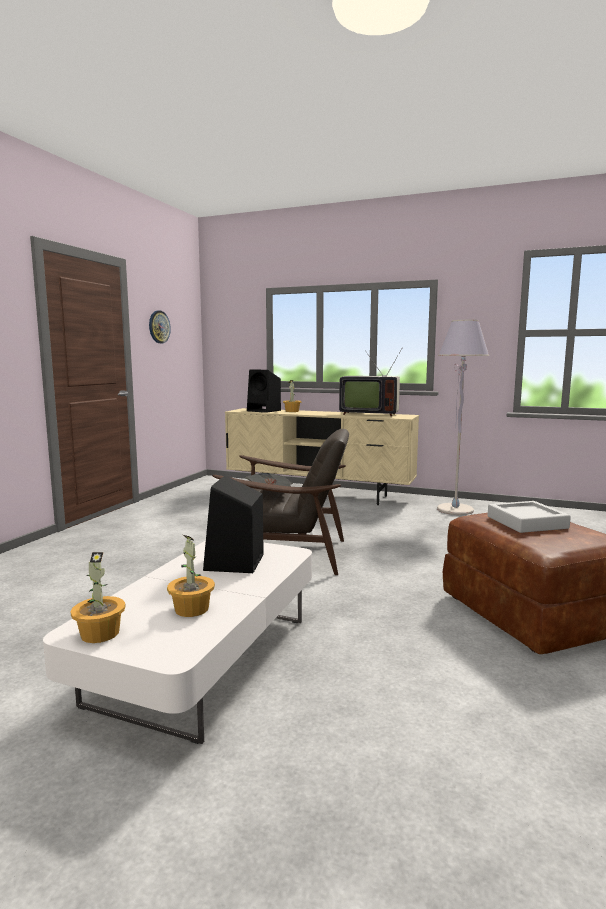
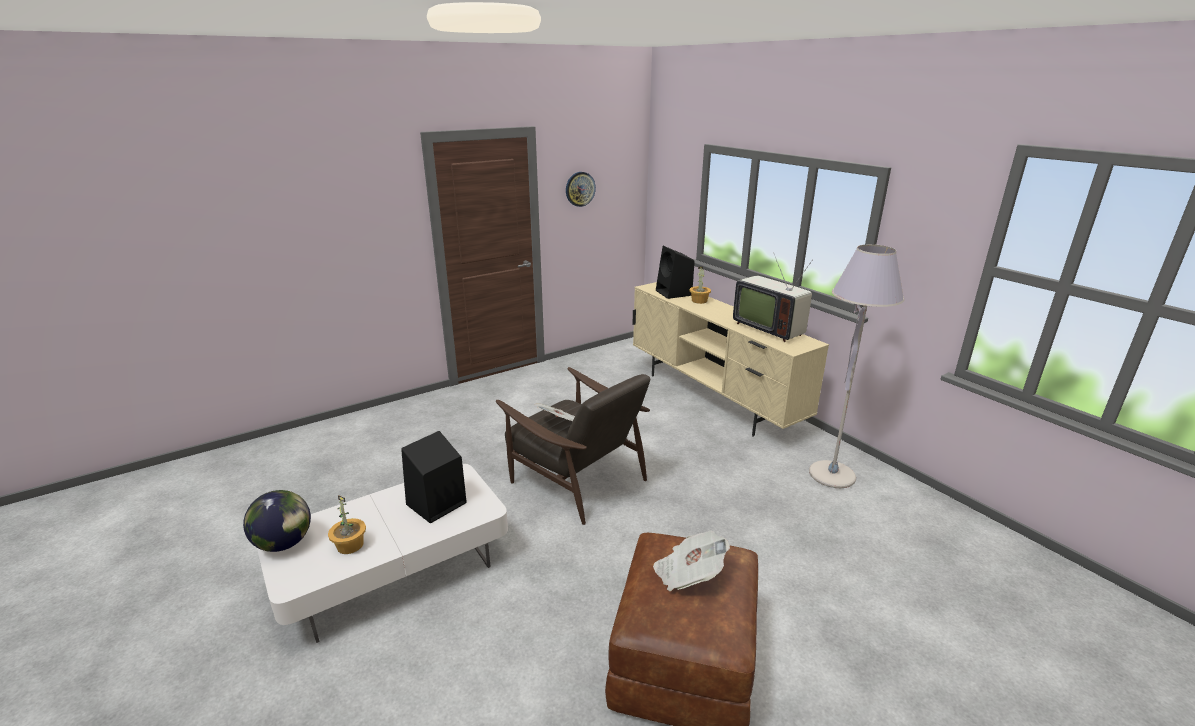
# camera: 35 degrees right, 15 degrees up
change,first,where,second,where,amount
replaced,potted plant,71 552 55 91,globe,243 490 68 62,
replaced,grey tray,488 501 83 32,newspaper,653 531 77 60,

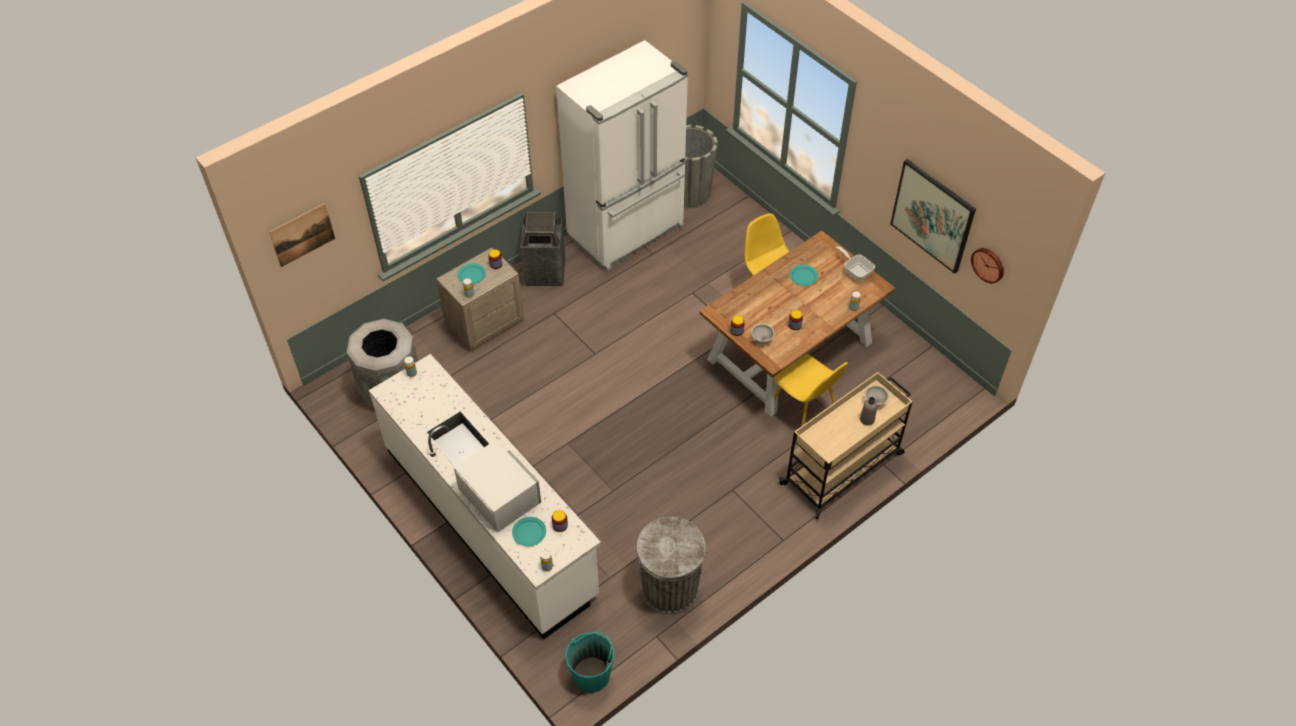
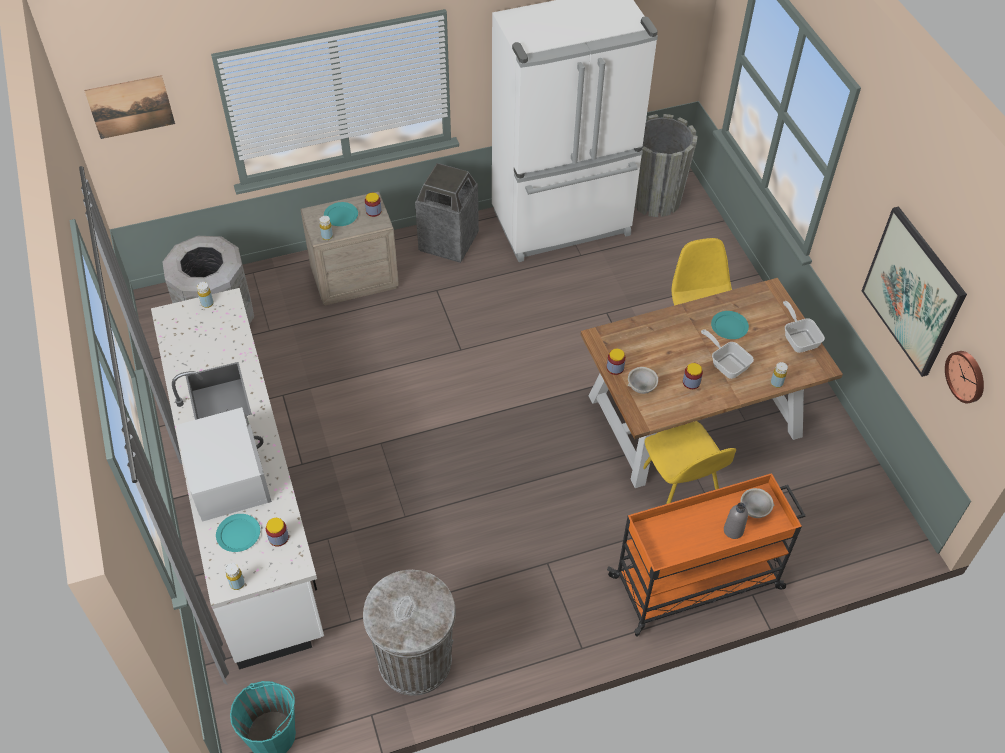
# camera: 20 degrees right, 0 degrees up
change,first,where,second,where,amount
added,,,frying pan,701 329 53 50,
recoloured,beige cart,779 372 134 147,orange cart,607 473 199 164,

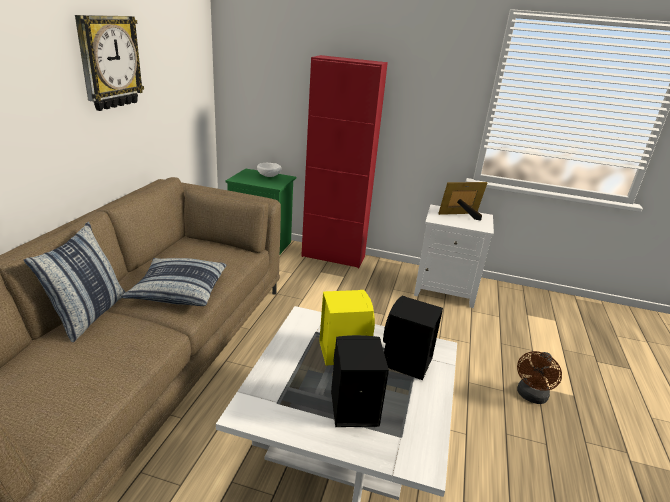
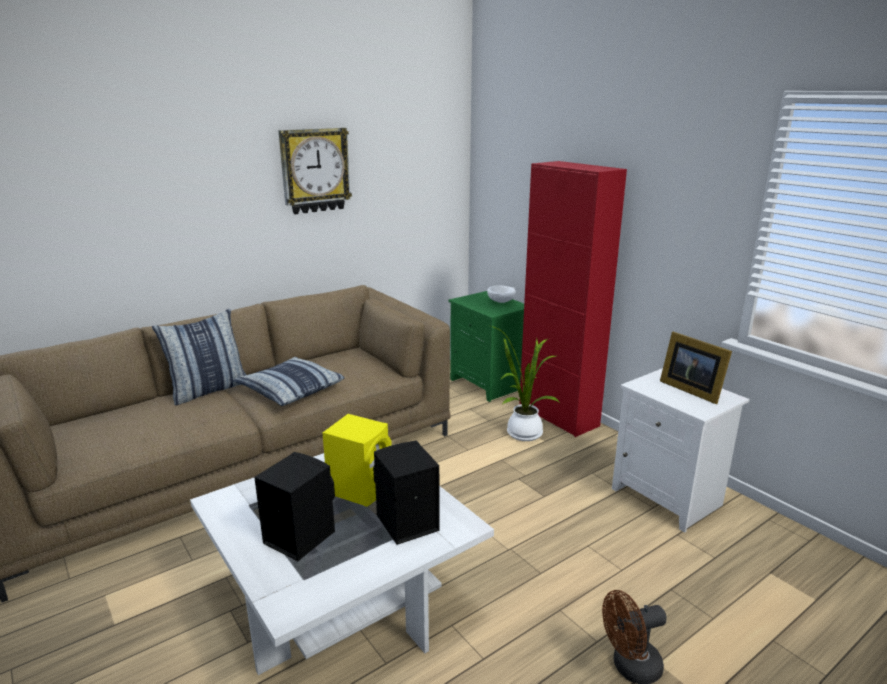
# camera: 40 degrees right, 5 degrees down
change,first,where,second,where,amount
added,,,potted plant,491 326 69 115,
turned,picture frame,438 182 49 38,,660 332 72 72,150 degrees counterclockwise

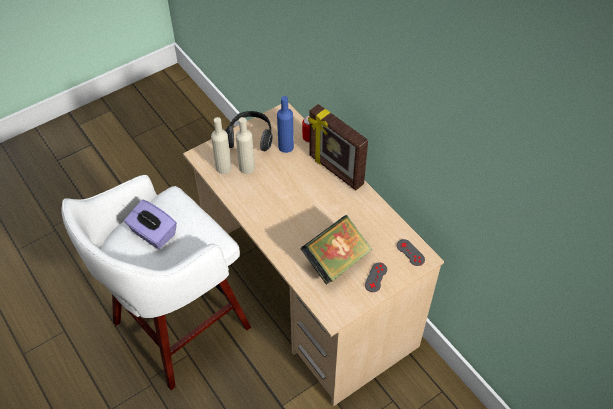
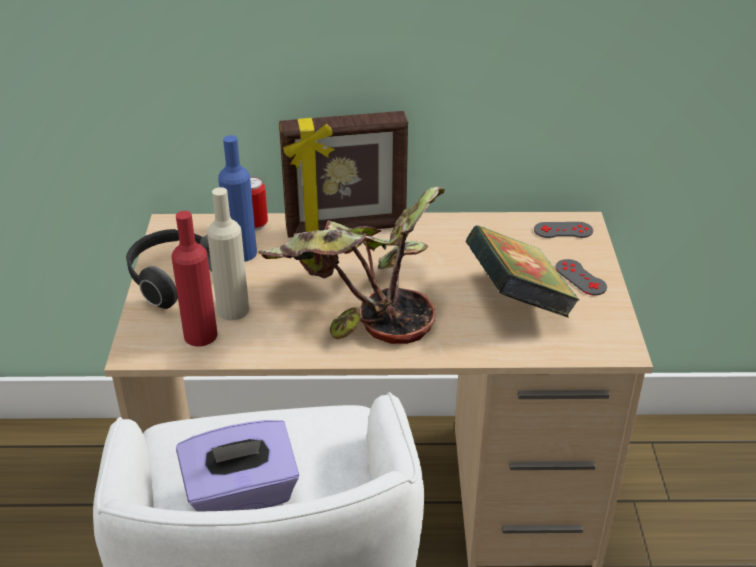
# camera: 55 degrees left, 15 degrees down
change,first,where,second,where,amount
added,,,potted plant,258 187 187 157,
recoloured,beige bottle,211 117 21 57,red bottle,171 211 46 135,

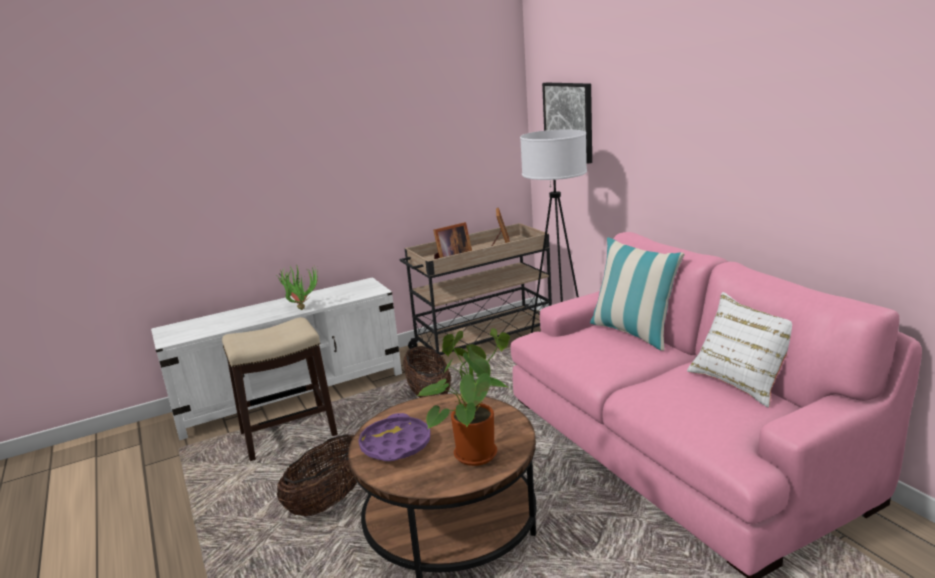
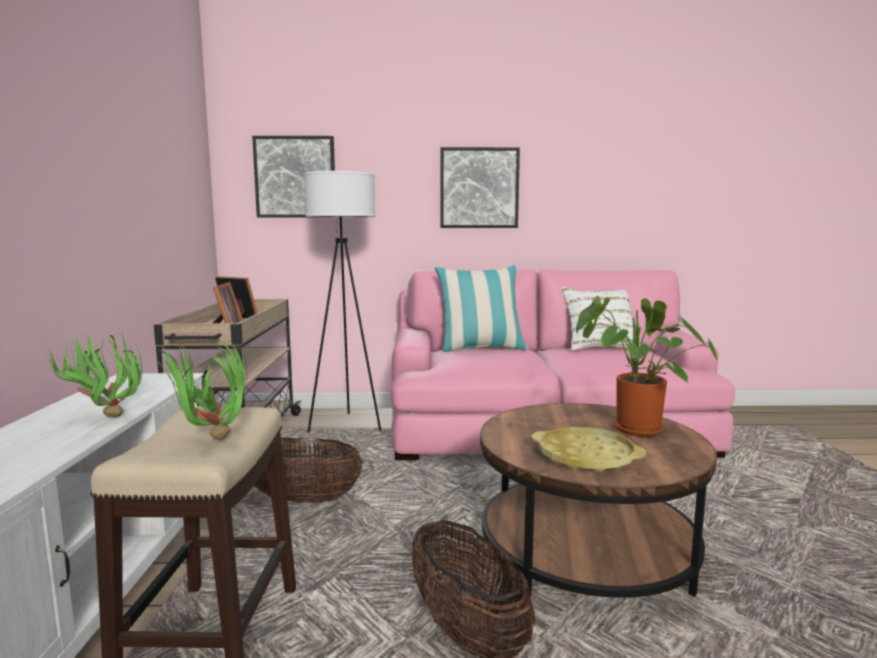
# camera: 65 degrees left, 10 degrees down
change,first,where,second,where,amount
added,,,potted plant,153 340 94 99,
added,,,picture,440 147 80 81,
recoloured,purple tray,359 413 72 48,yellow tray,531 427 115 45,

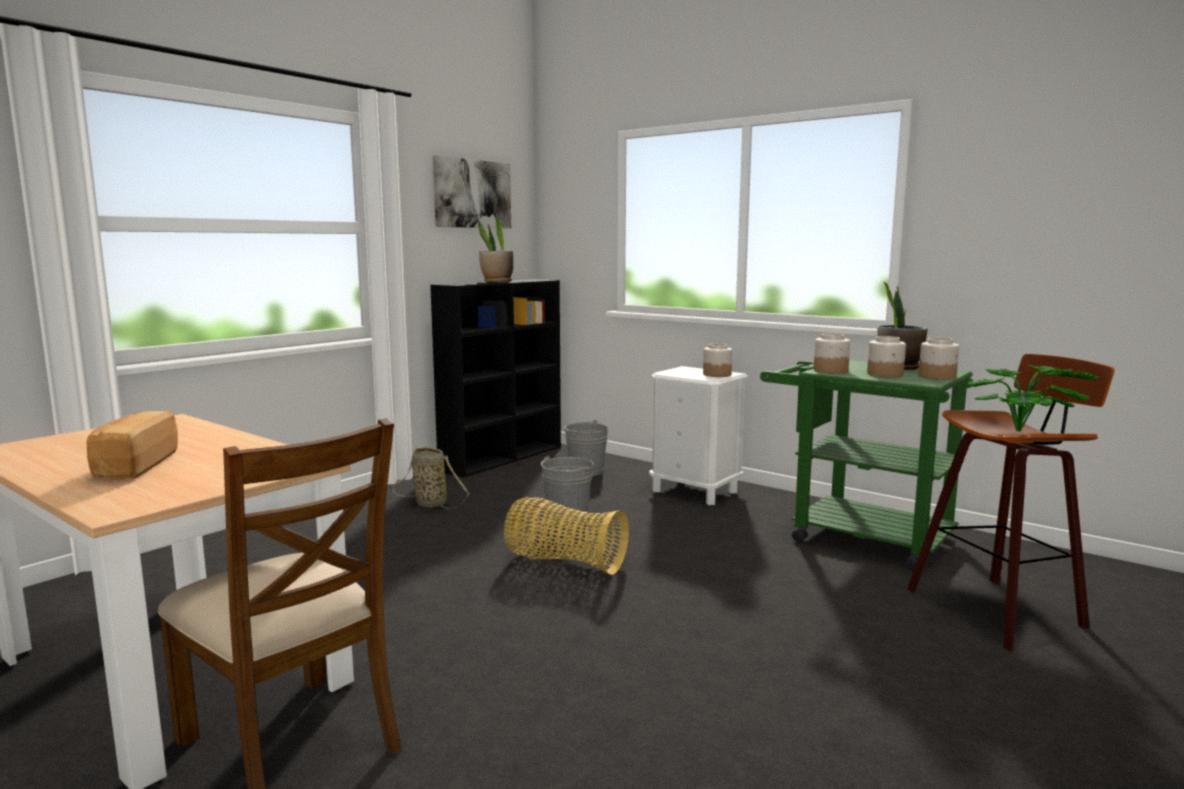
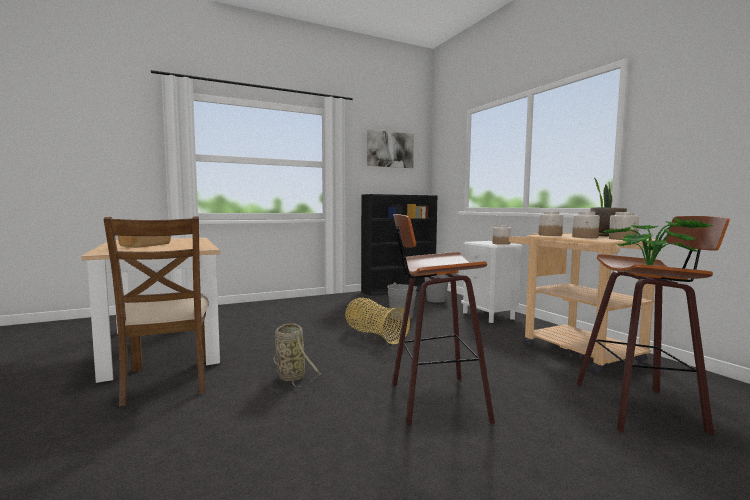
# camera: 25 degrees right, 5 degrees down
change,first,where,second,where,amount
removed,potted plant,478 216 36 66,,,
added,,,stool,392 214 103 211,
moved,basket,393 447 76 62,,274 323 47 64,
recoloured,green cart,760 360 213 210,beige cart,509 233 150 141,

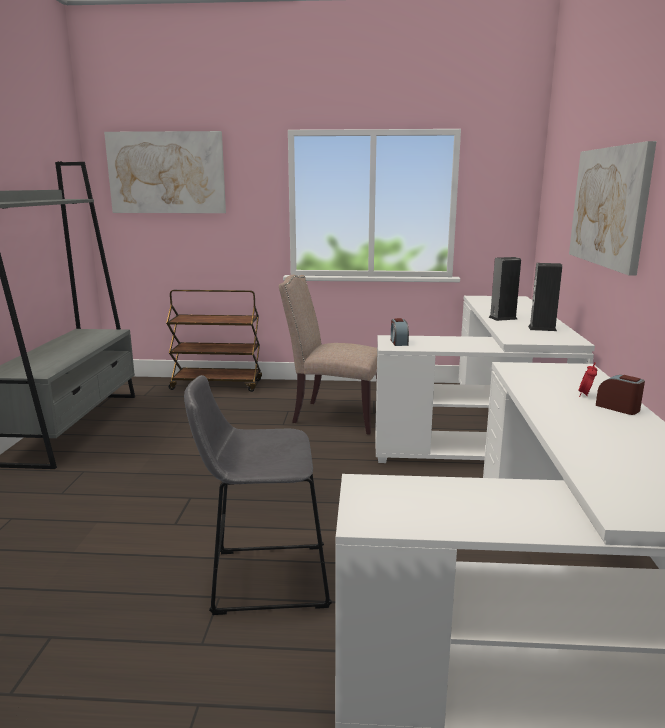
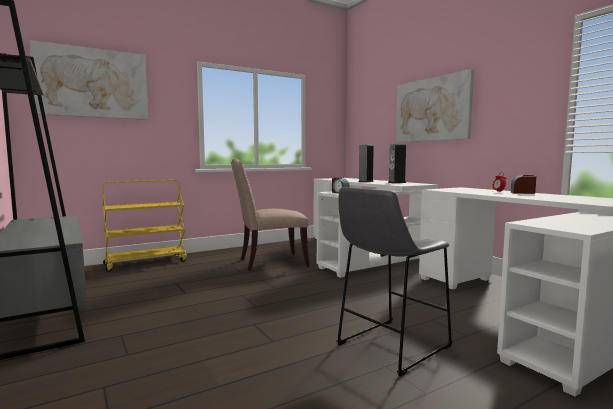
# camera: 35 degrees left, 10 degrees down
change,first,where,second,where,amount
recoloured,brown cart,166 290 96 102,yellow cart,102 180 85 92,

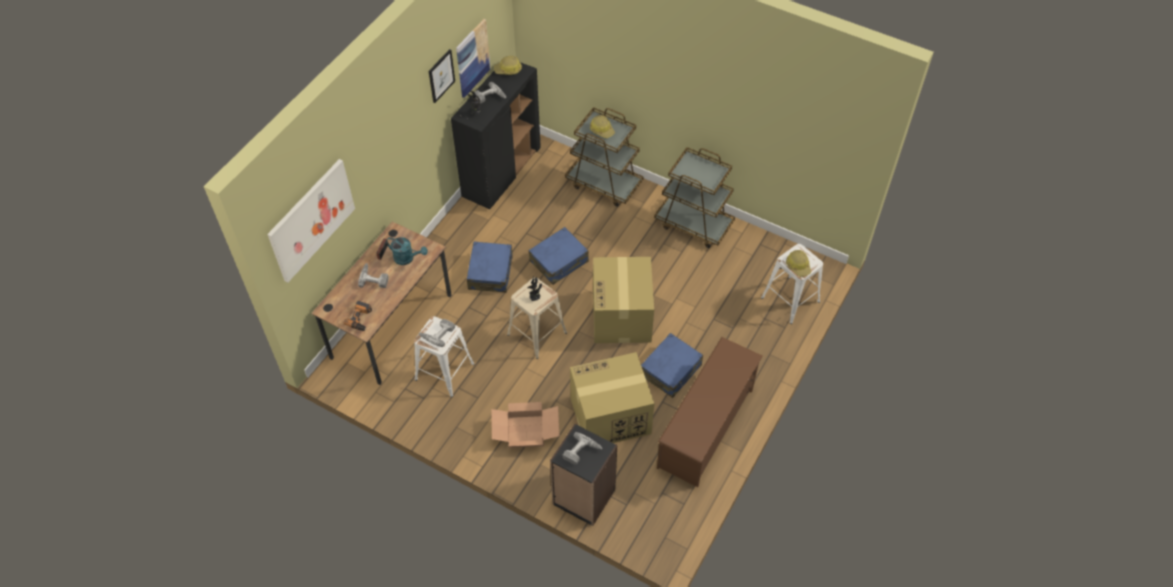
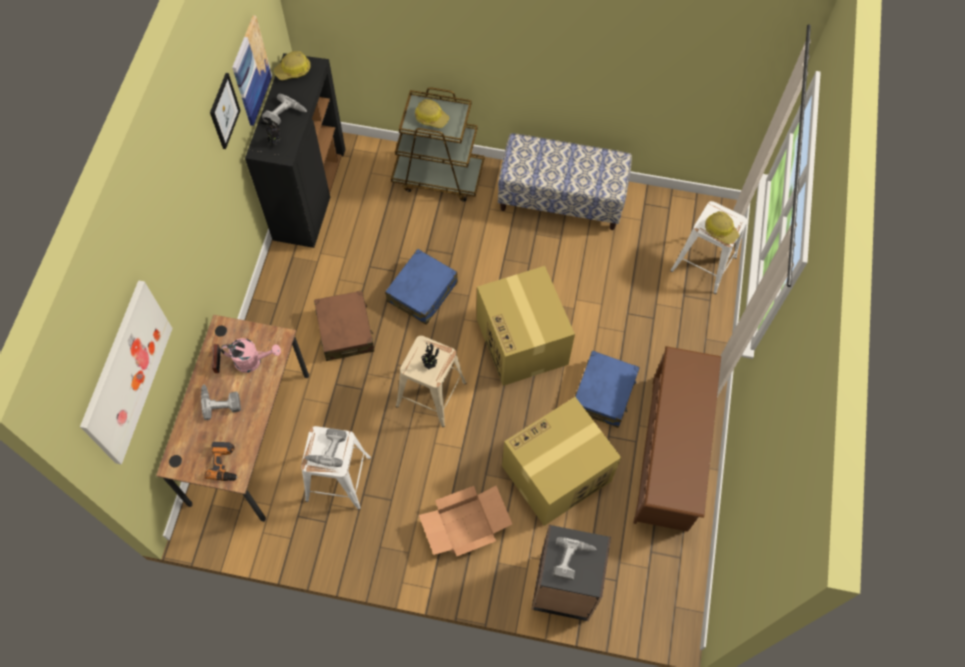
# camera: 20 degrees left, 10 degrees up
change,first,where,second,where,amount
replaced,brown cart,654 147 81 101,bench,498 133 134 97,
recoloured,turquoise watering can,386 237 42 28,pink watering can,221 338 60 35,
recoloured,blue suitcase,467 242 46 51,brown suitcase,314 290 60 71,

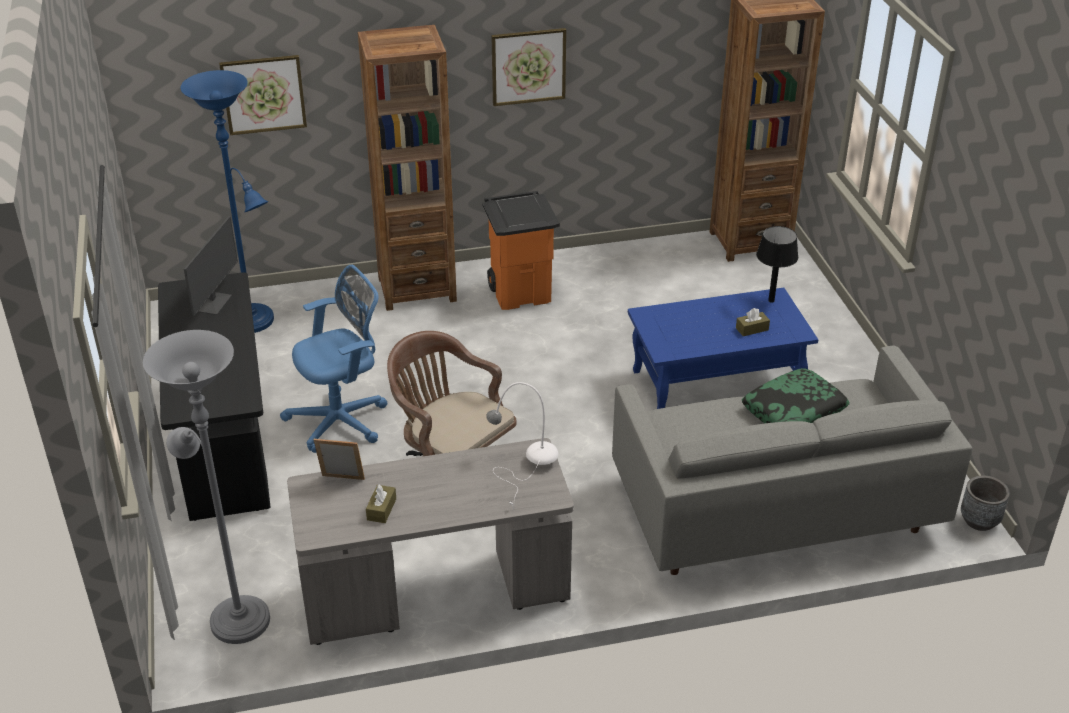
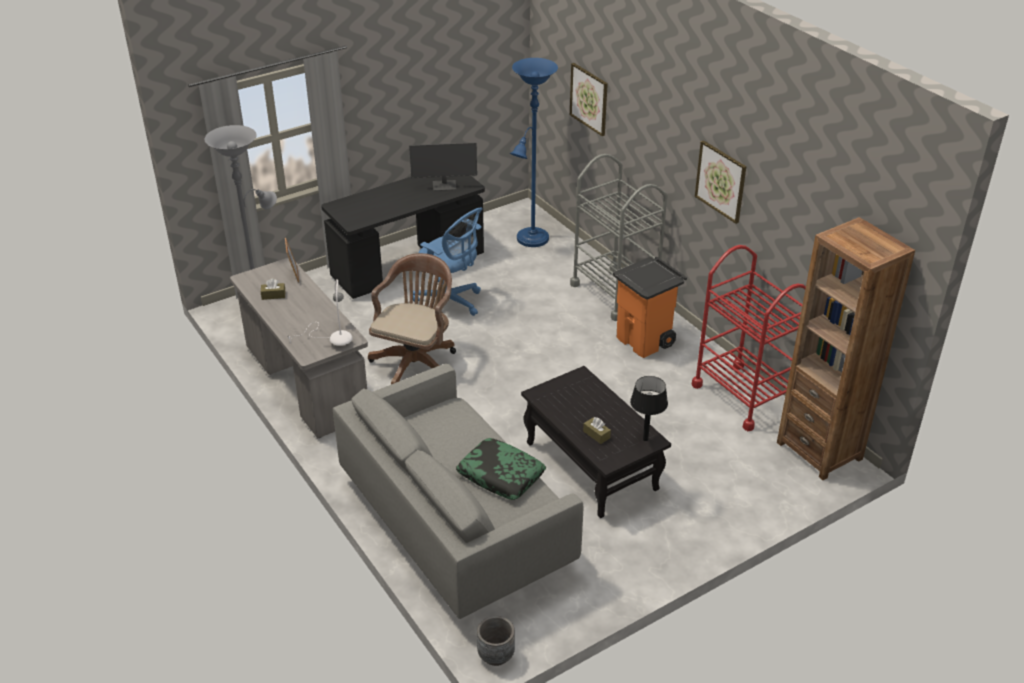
# camera: 70 degrees right, 0 degrees up
change,first,where,second,where,amount
added,,,red cart,692 245 114 186,
replaced,brown bookcase,358 25 99 286,grey cart,570 154 97 167,
recoloured,blue coffee table,628 288 190 121,black coffee table,521 366 150 152,

